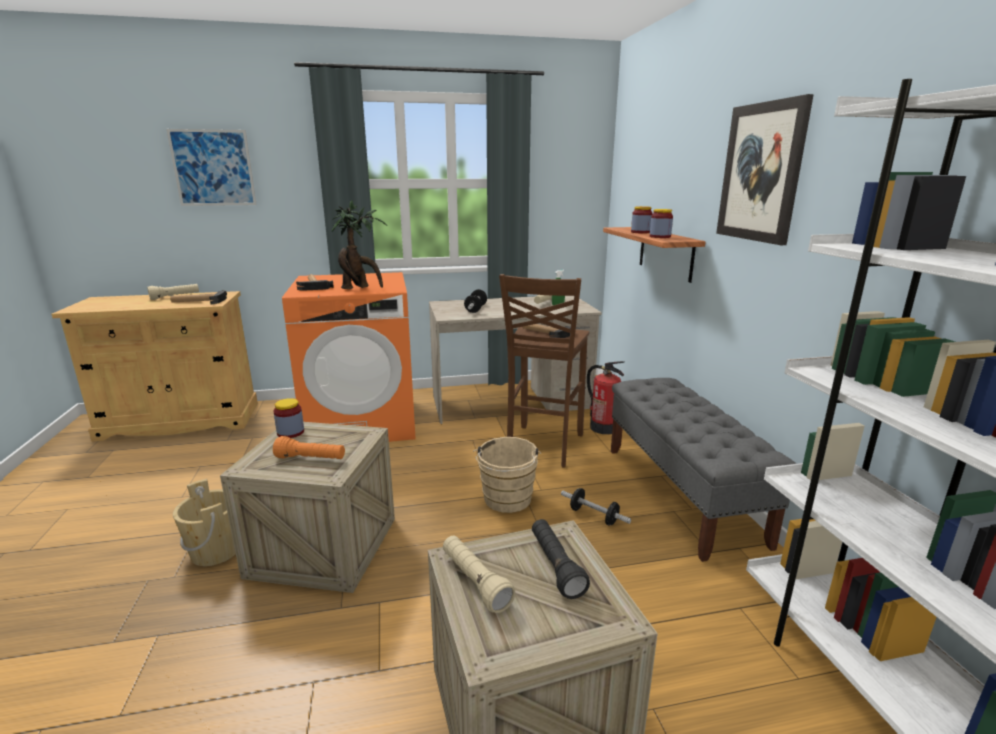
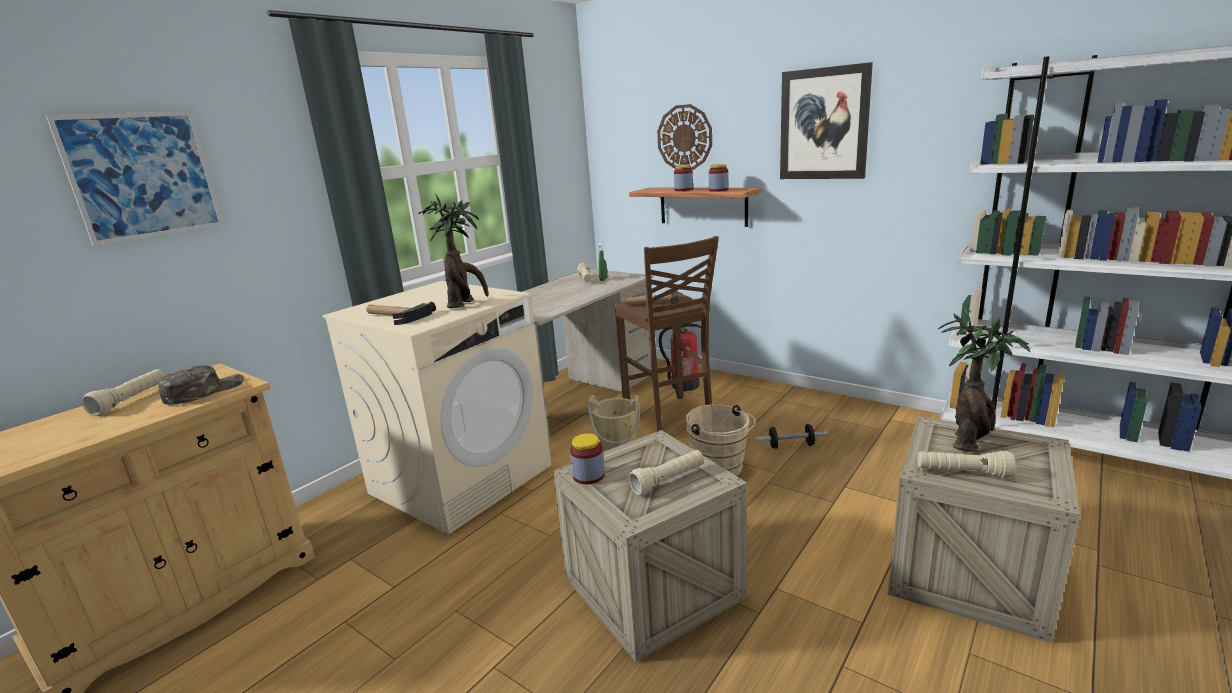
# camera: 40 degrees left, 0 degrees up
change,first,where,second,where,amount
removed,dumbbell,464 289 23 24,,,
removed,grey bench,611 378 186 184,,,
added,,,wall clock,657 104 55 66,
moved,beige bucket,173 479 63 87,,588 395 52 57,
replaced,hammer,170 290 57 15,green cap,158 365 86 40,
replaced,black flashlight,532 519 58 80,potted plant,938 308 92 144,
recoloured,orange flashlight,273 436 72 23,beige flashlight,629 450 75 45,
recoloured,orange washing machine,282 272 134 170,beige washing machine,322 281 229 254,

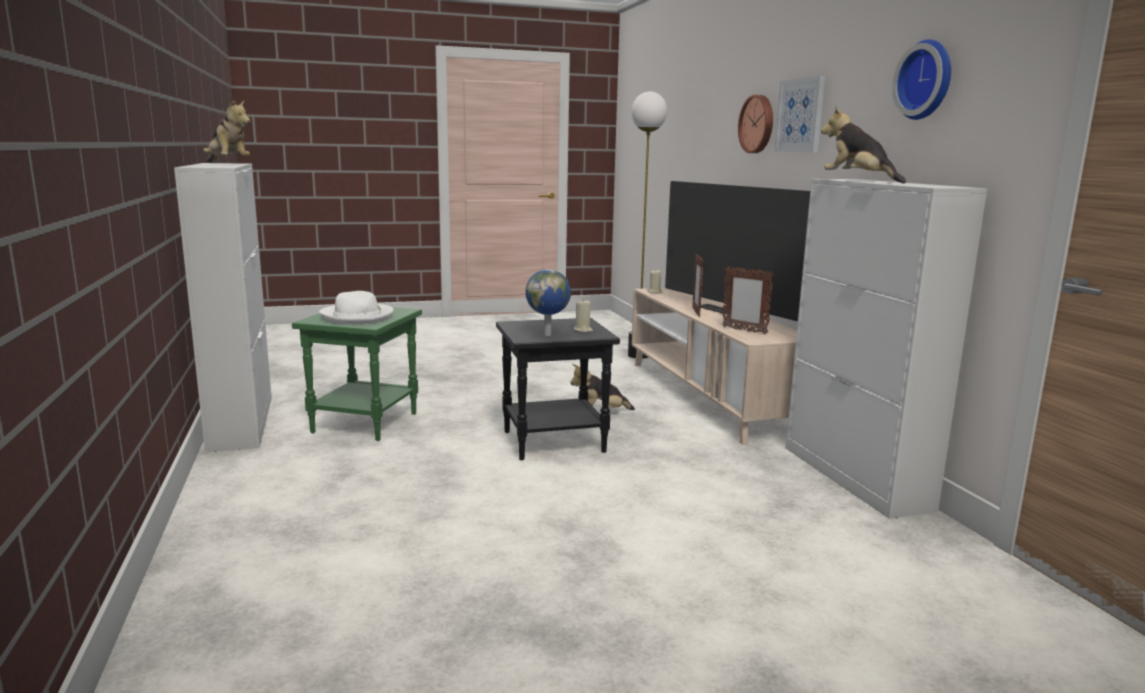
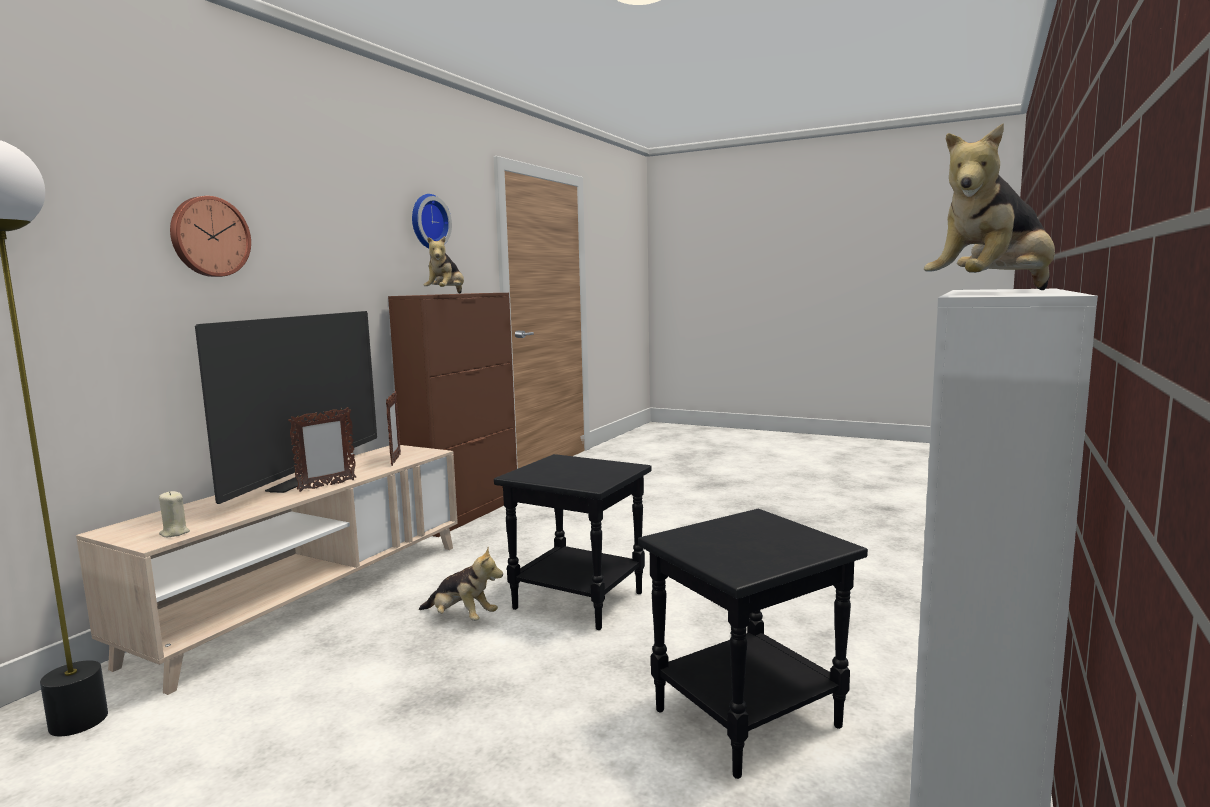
# camera: 135 degrees left, 5 degrees down
change,first,where,second,where,amount
removed,white hat,319 291 75 33,,,
removed,globe,526 269 45 67,,,
removed,beige candle,574 299 19 33,,,
removed,picture,774 76 51 77,,,
recoloured,green side table,292 307 130 134,black side table,638 509 230 270,
recoloured,white cabinet,786 179 201 340,brown cabinet,388 293 129 244,
turned,plush toy,203 100 47 63,,924 123 131 167,120 degrees counterclockwise

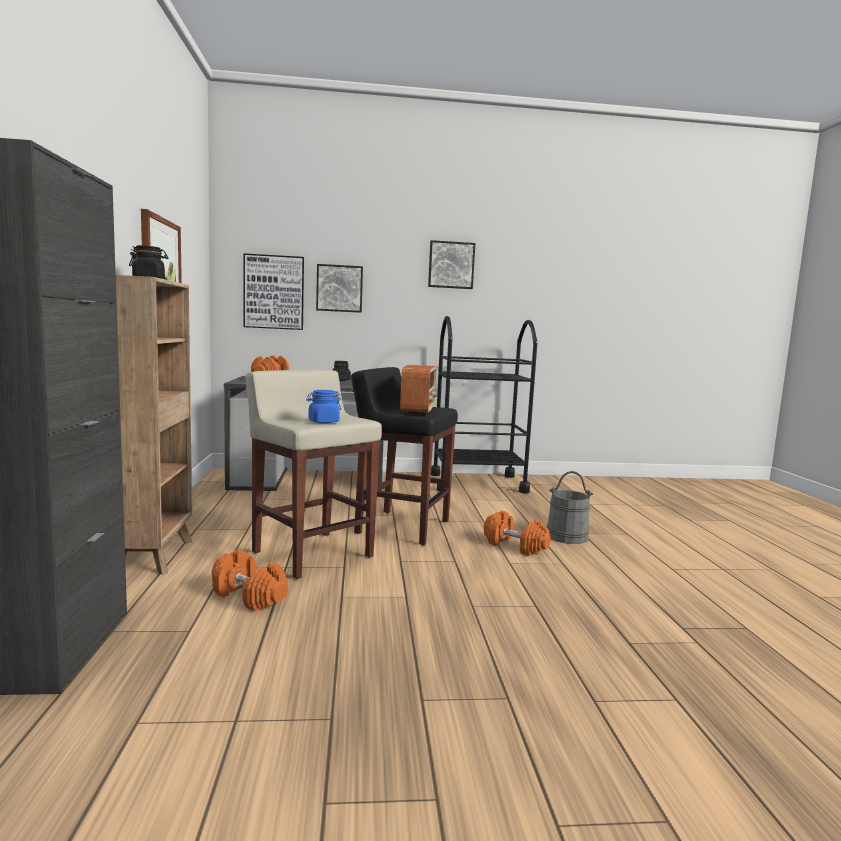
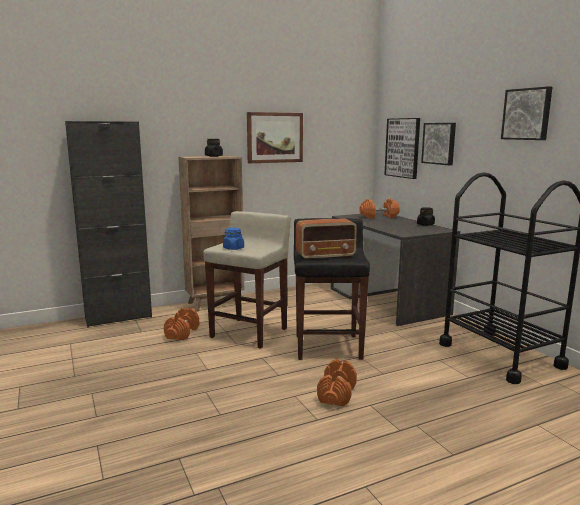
# camera: 70 degrees right, 5 degrees up
change,first,where,second,where,amount
removed,grey bucket,547 471 47 73,,,

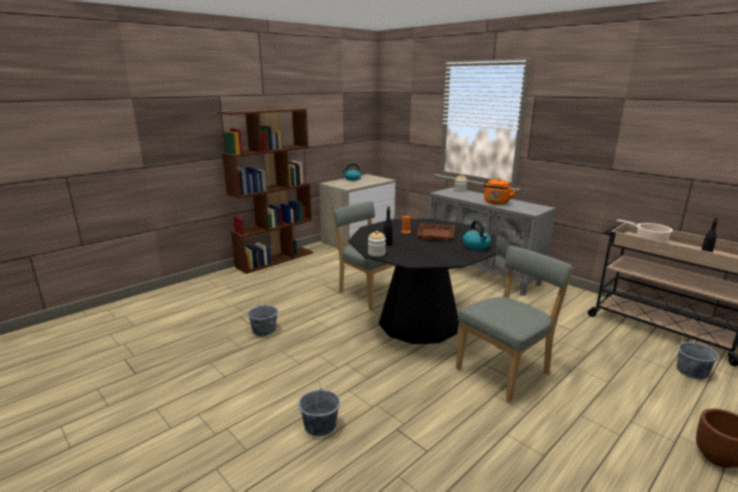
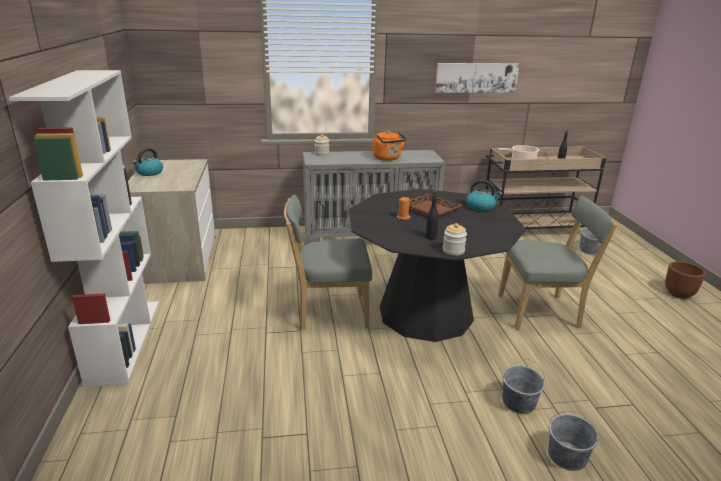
# camera: 55 degrees left, 5 degrees up
change,first,where,second,where,amount
added,,,picture,435 63 85 30,
moved,grey bucket,247 298 31 38,,502 359 43 55,
recoloured,brown bookcase,218 108 95 166,white bookcase,9 70 150 317,
turned,grey chair,456 246 117 156,,498 196 119 133,90 degrees clockwise

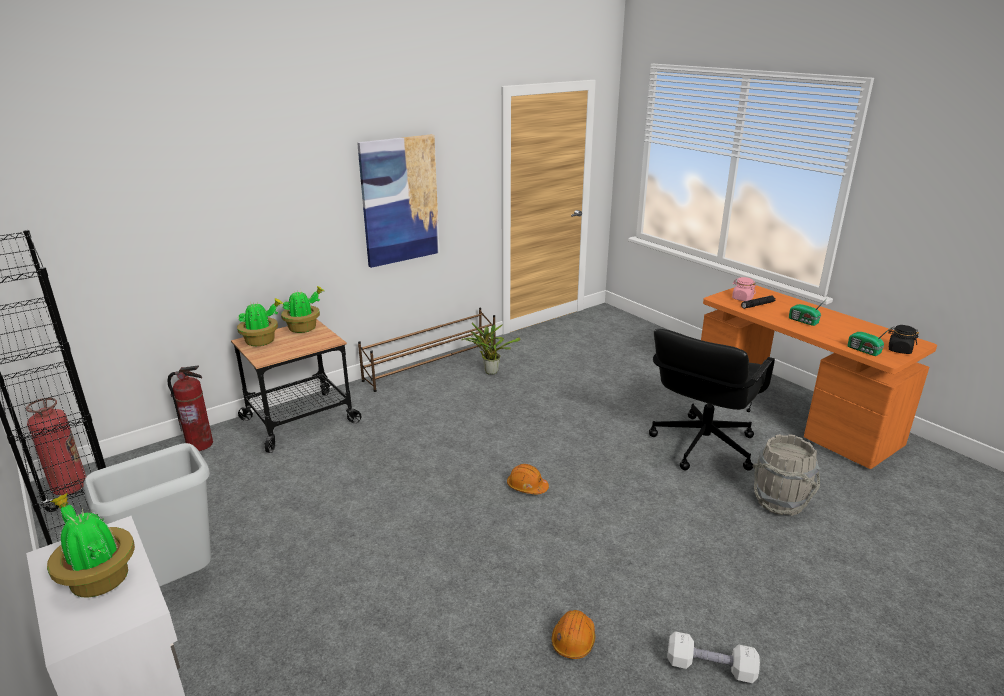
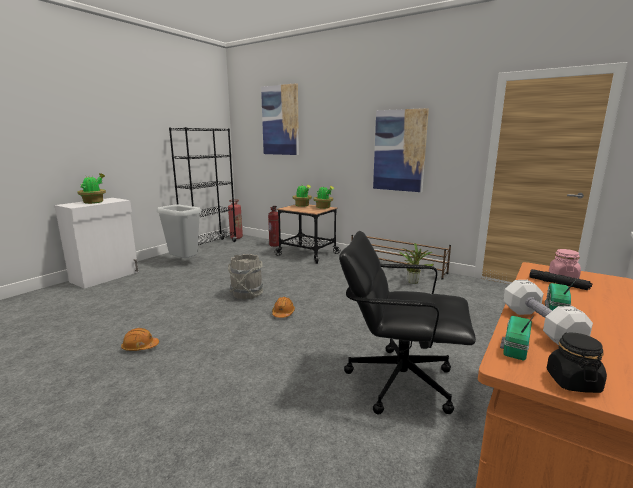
# camera: 70 degrees right, 10 degrees down
change,first,where,second,where,amount
added,,,picture,261 83 38 72,
moved,white dumbbell,667 631 93 52,,503 280 90 65,
moved,grey bucket,752 434 68 82,,228 254 35 45,

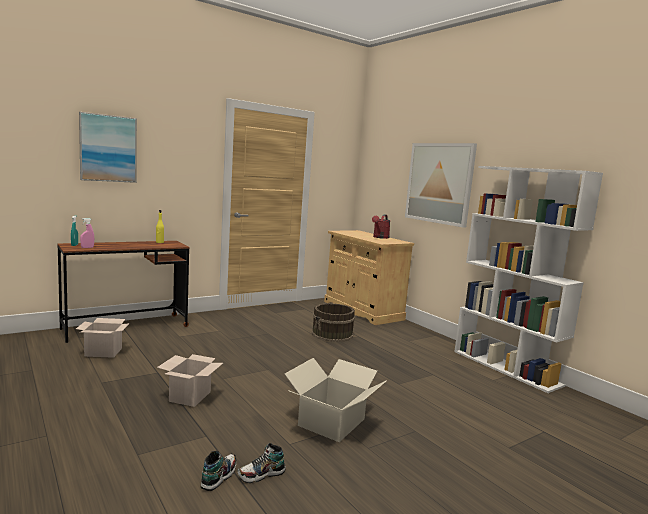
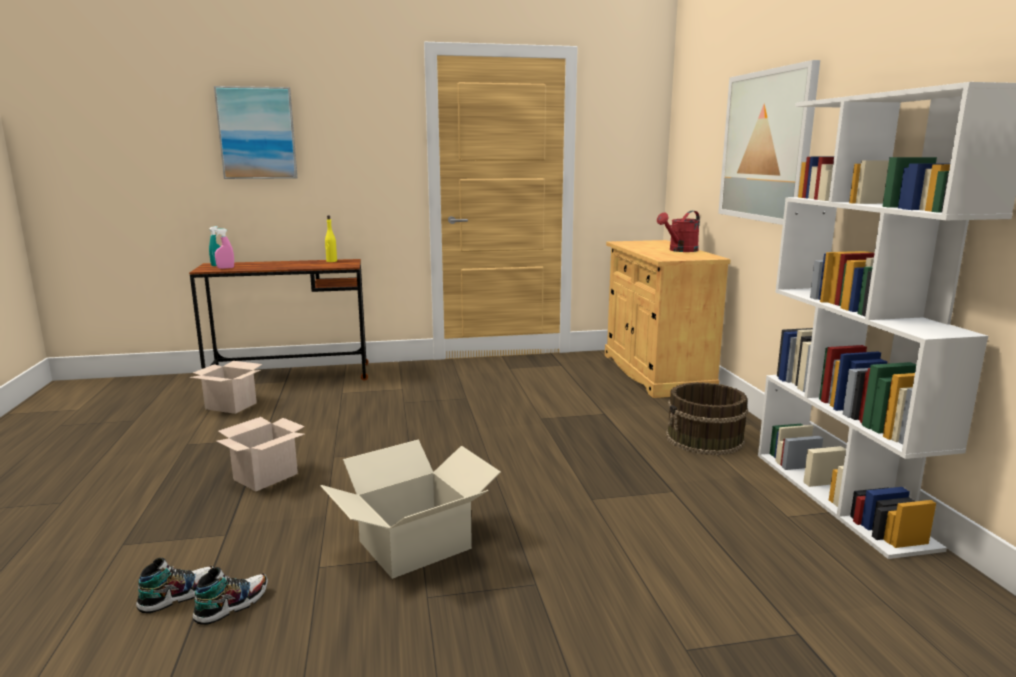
# camera: 25 degrees right, 5 degrees up
change,first,where,second,where,amount
moved,brown bucket,312 303 43 39,,666 382 82 73,
turned,shoe,238 443 48 40,,193 567 75 58,135 degrees clockwise

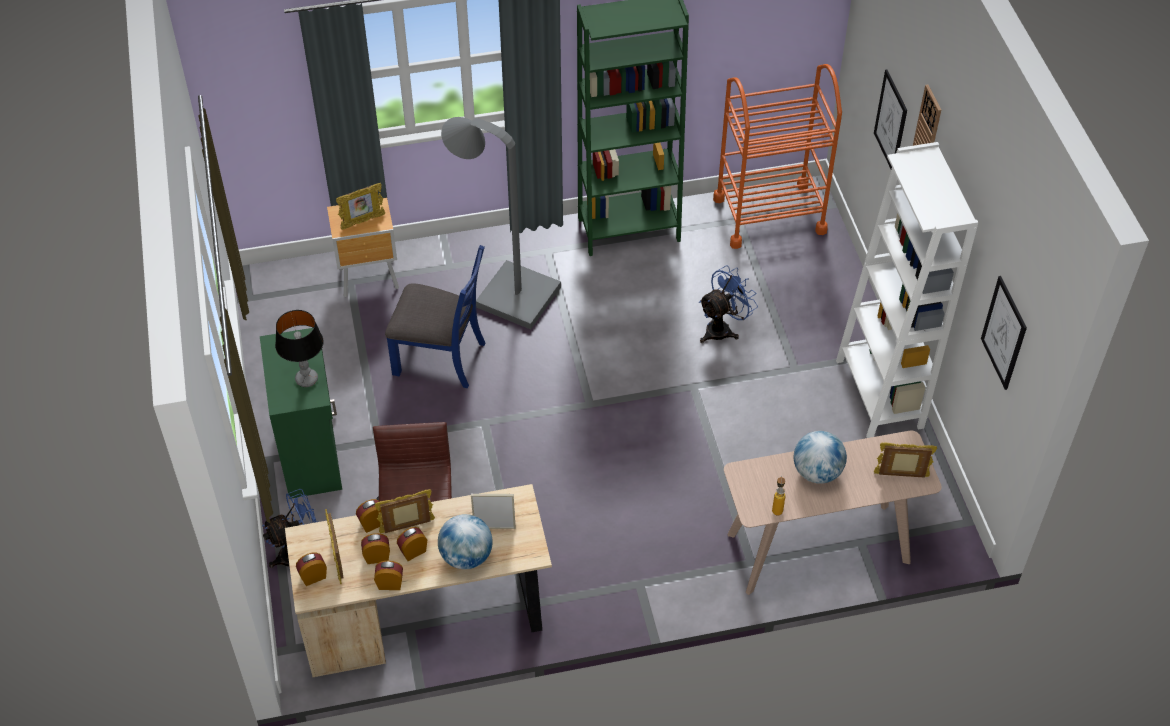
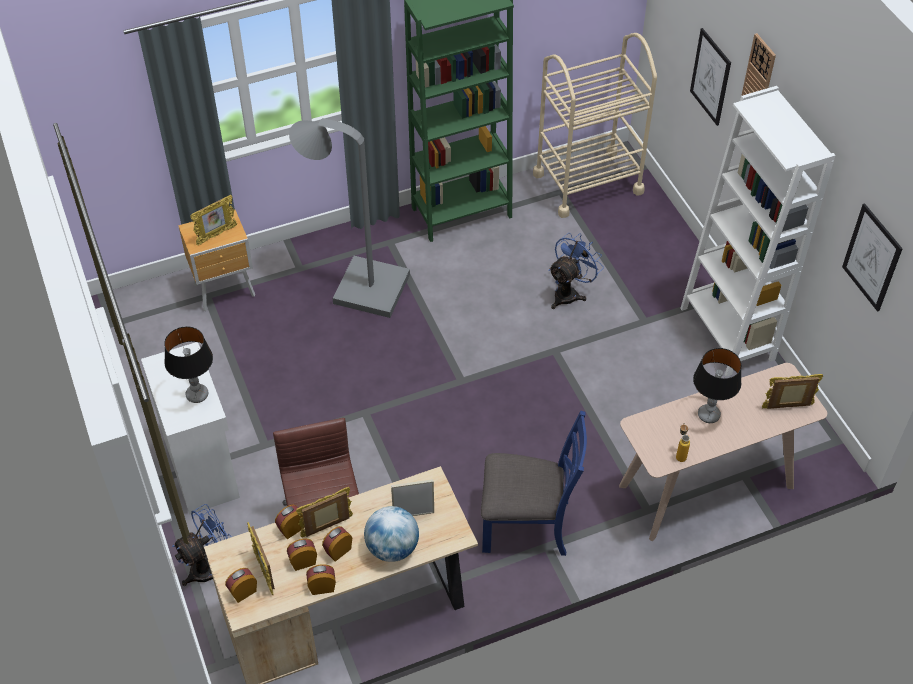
# camera: 10 degrees left, 0 degrees up
change,first,where,second,where,amount
moved,blue chair,385 245 100 143,,481 411 106 145,
replaced,globe,794 431 53 53,table lamp,693 348 48 75,
recoloured,green cabinet,260 328 82 171,white cabinet,141 342 99 173,
recoloured,orange cart,713 64 129 185,beige cart,533 33 124 185,

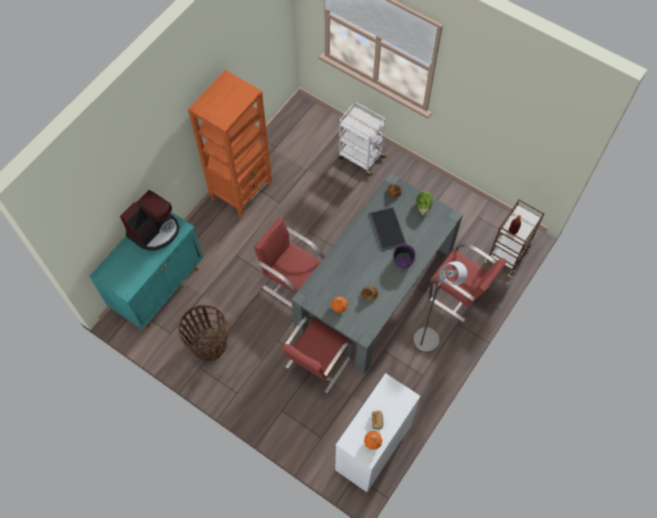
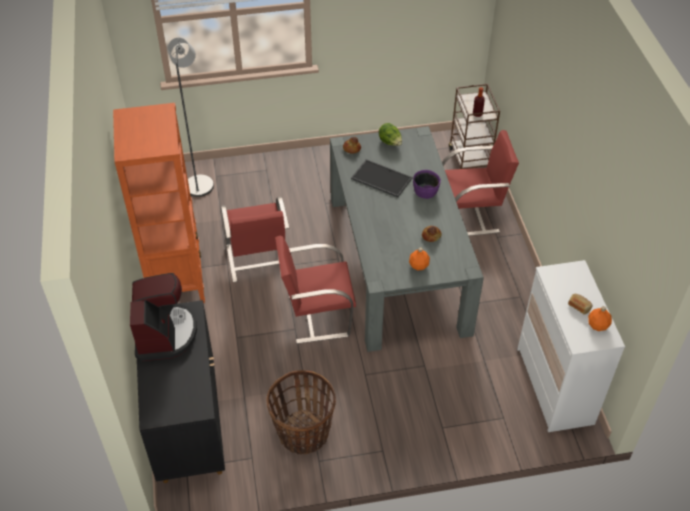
# camera: 45 degrees left, 15 degrees down
change,first,where,second,where,amount
removed,white cart,338 102 48 74,,,
moved,red chair,282 315 71 78,,221 197 69 85,
moved,grey floor lamp,413 261 54 92,,168 38 46 159,
recoloured,turquoise cabinet,89 212 114 117,black cabinet,137 300 88 183,

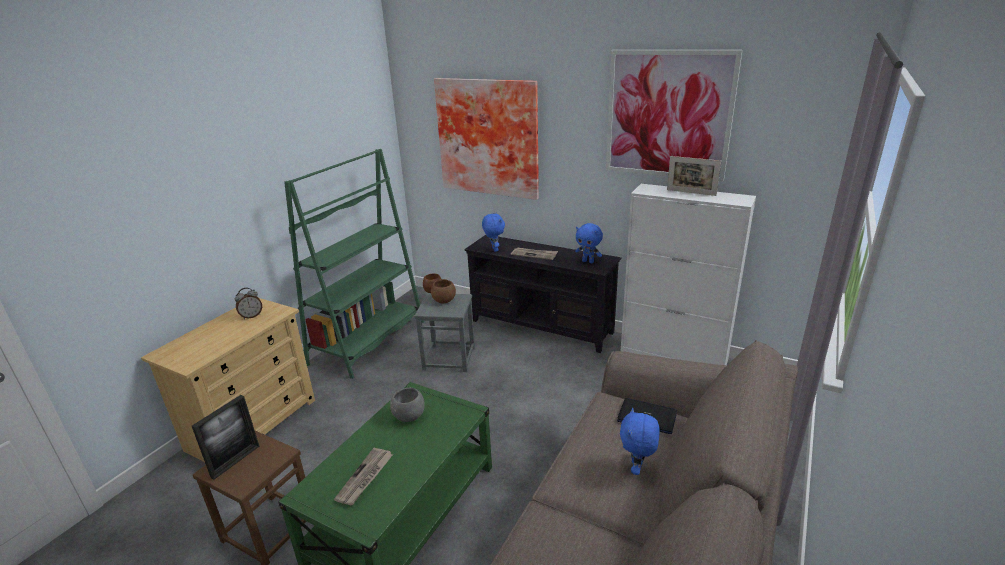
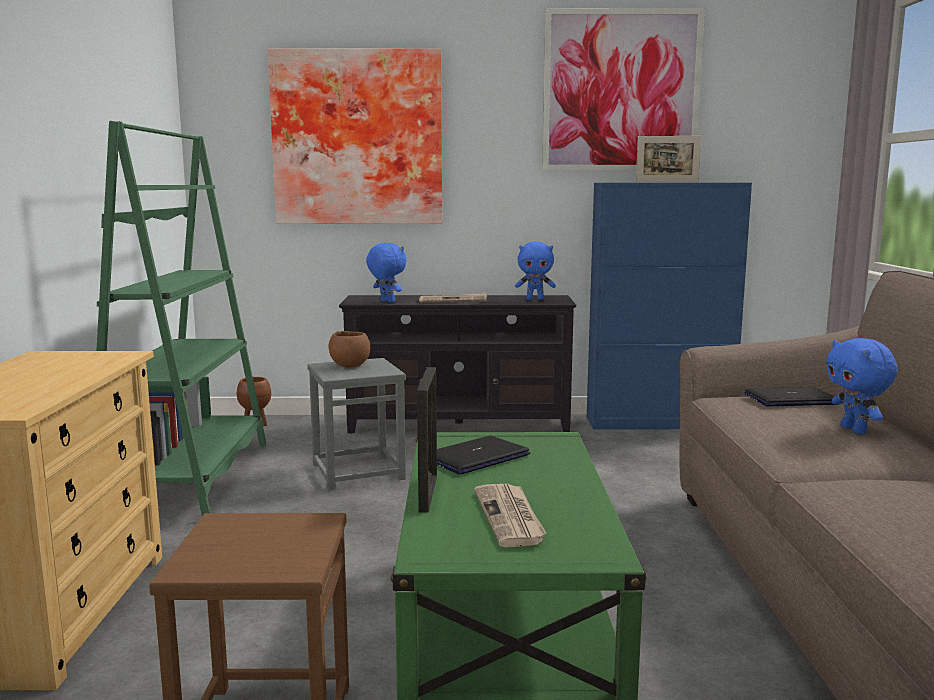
# camera: 30 degrees left, 15 degrees down
change,first,where,second,where,amount
removed,alarm clock,235 288 27 31,,,
moved,picture frame,192 395 67 85,,417 367 20 146,
replaced,grey bowl,390 388 35 34,laptop,437 436 93 39,
recoloured,white cabinet,621 184 135 181,blue cabinet,587 183 165 247,

